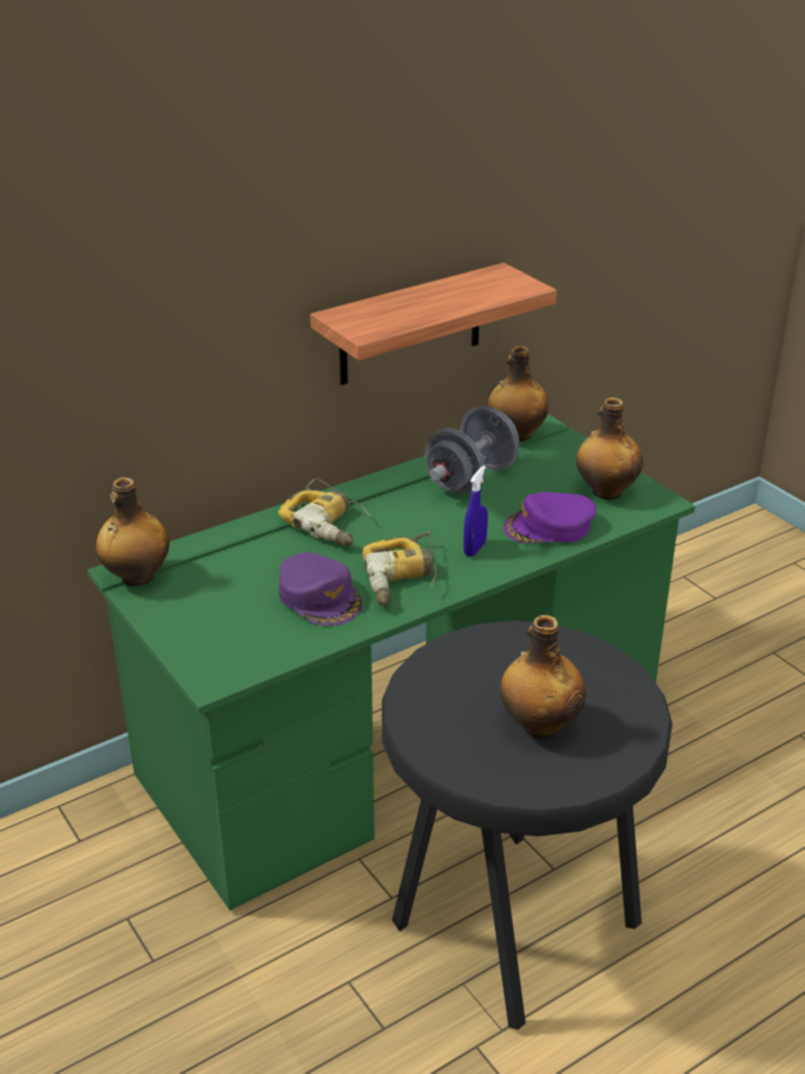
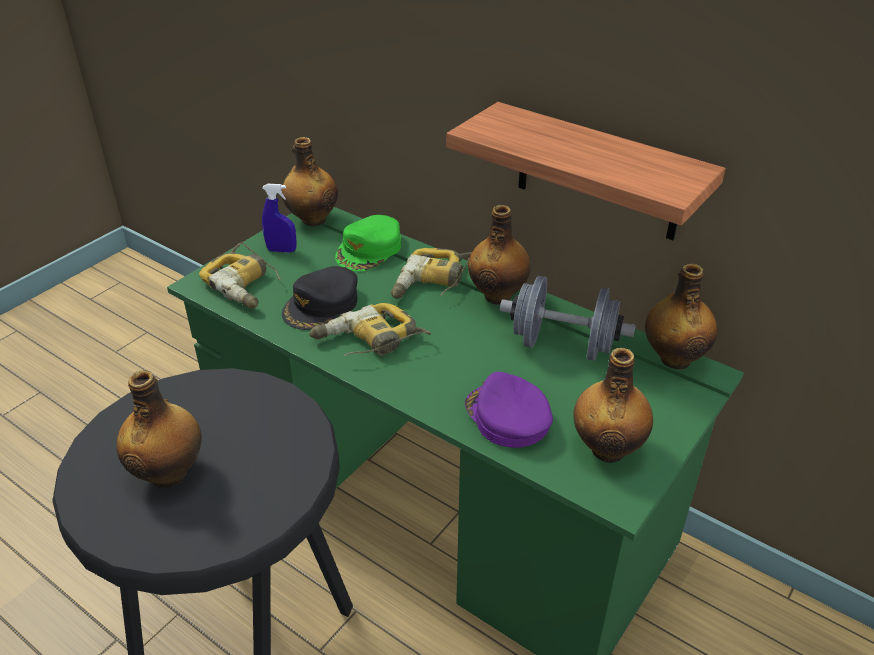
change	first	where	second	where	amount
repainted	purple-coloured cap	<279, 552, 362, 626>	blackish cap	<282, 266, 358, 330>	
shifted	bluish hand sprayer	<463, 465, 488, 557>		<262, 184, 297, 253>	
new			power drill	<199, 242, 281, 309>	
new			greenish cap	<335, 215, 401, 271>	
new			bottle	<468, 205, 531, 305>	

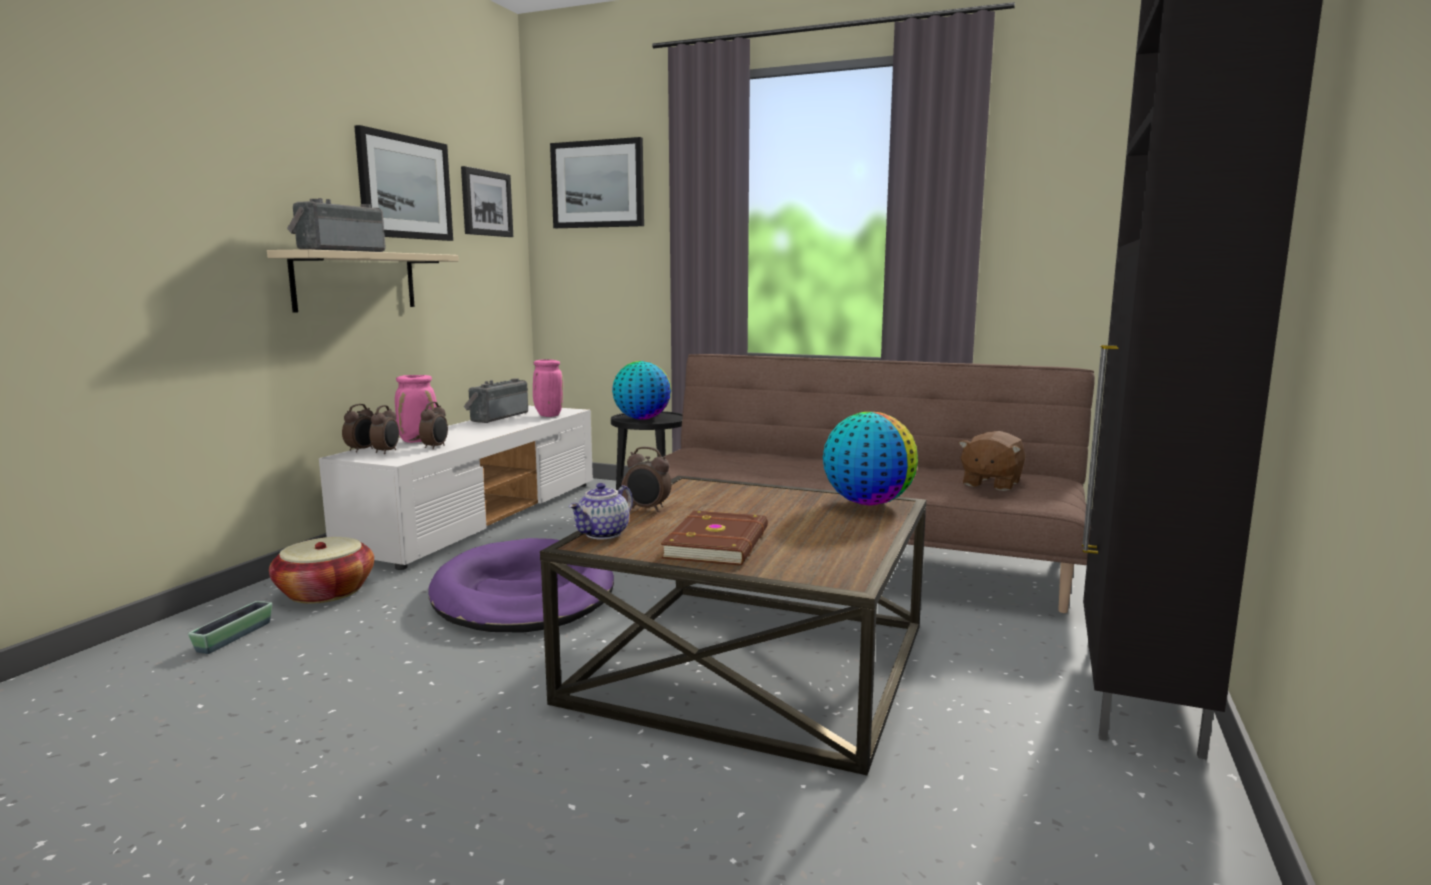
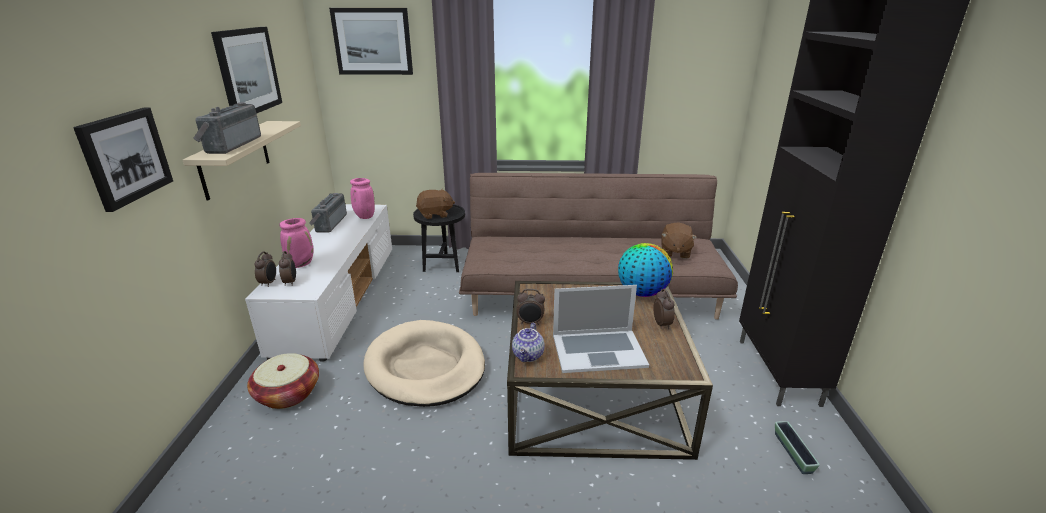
change	first	where	second	where	amount
shifted	planter	<188, 601, 272, 654>		<775, 421, 820, 474>	
shifted	table clock	<419, 402, 448, 449>		<654, 289, 675, 329>	
repainted	purple-coloured dog bed	<428, 538, 614, 632>	sand-coloured dog bed	<363, 320, 485, 407>	
shifted	wall art	<461, 166, 513, 237>		<73, 107, 173, 212>	
swapped	world globe	<612, 361, 671, 420>	brownish plush toy	<416, 189, 455, 219>	
swapped	brownish volume	<661, 510, 768, 565>	laptop	<553, 285, 649, 373>	

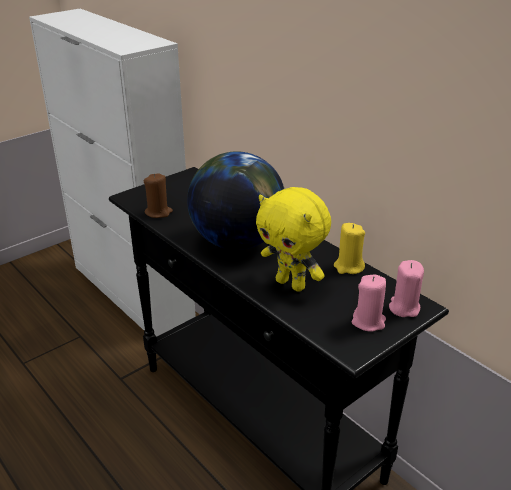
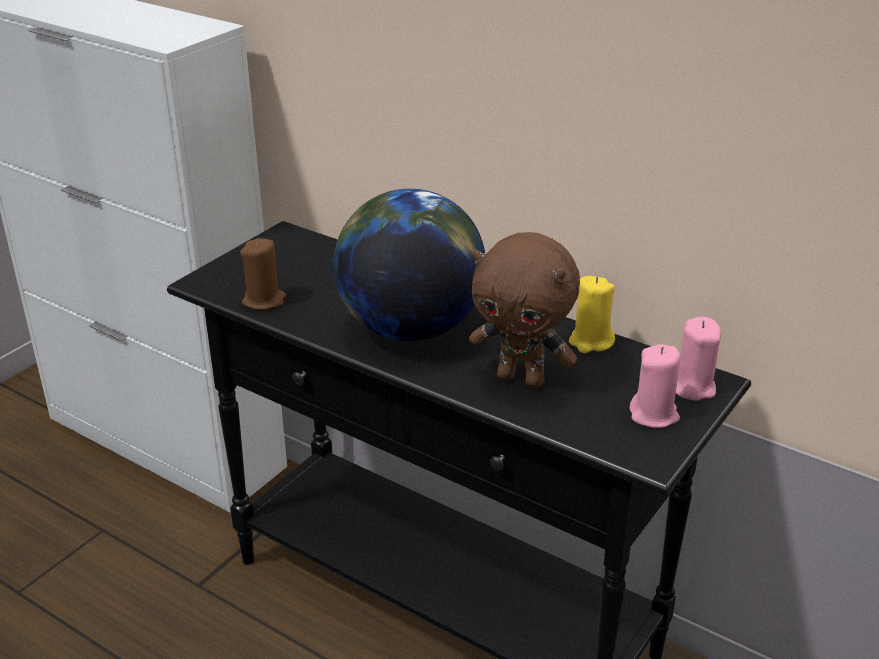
change	first	where	second	where	amount
repainted	yellow-coloured plush toy	<256, 187, 331, 292>	brownish plush toy	<469, 232, 580, 388>	

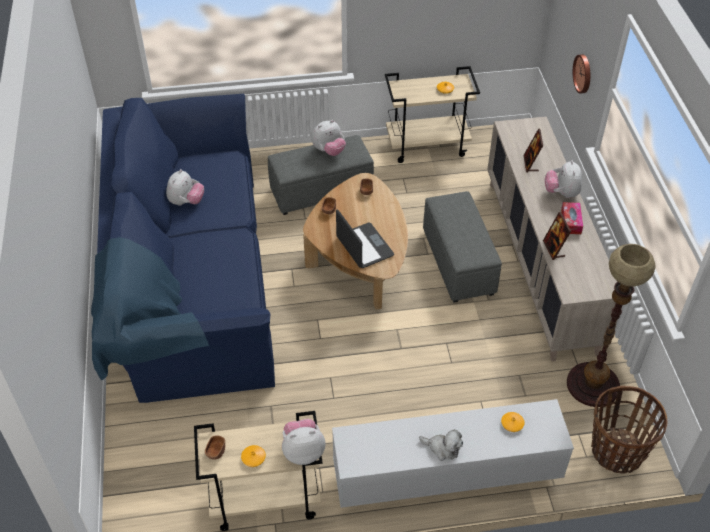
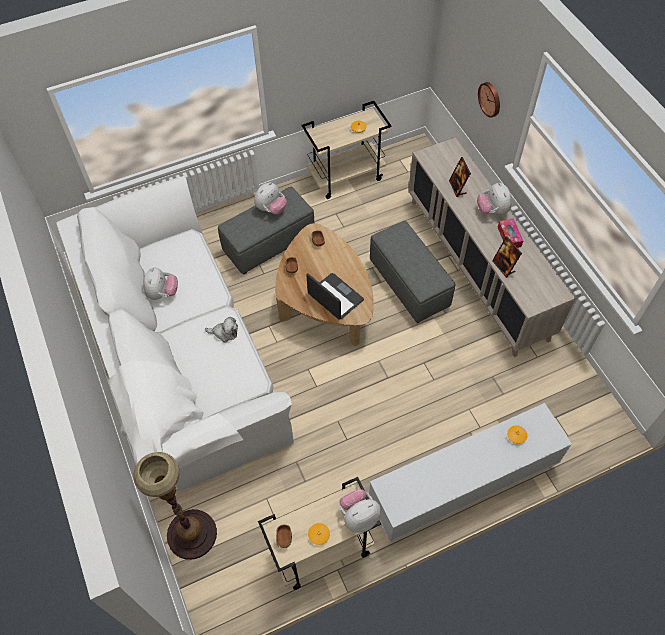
change	first	where	second	where	amount
repainted	bluish sofa	<91, 94, 275, 403>	white sofa	<57, 176, 294, 491>	
shifted	plush toy	<419, 429, 463, 461>		<205, 317, 238, 343>	
shifted	floor lamp	<567, 244, 655, 407>		<133, 452, 217, 560>	
gone	storage basket	<591, 386, 668, 474>			

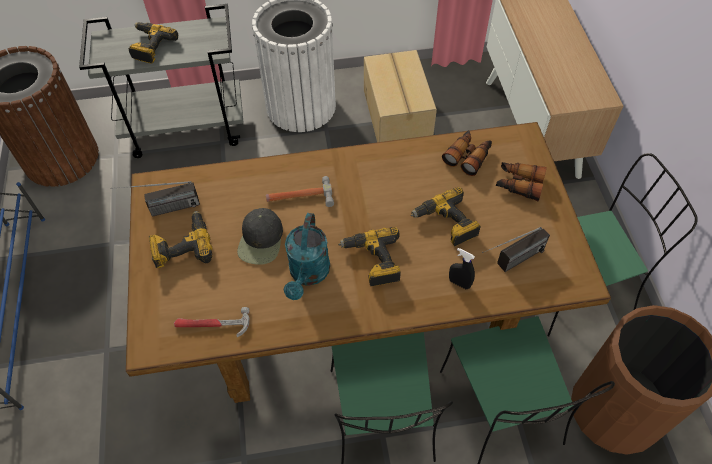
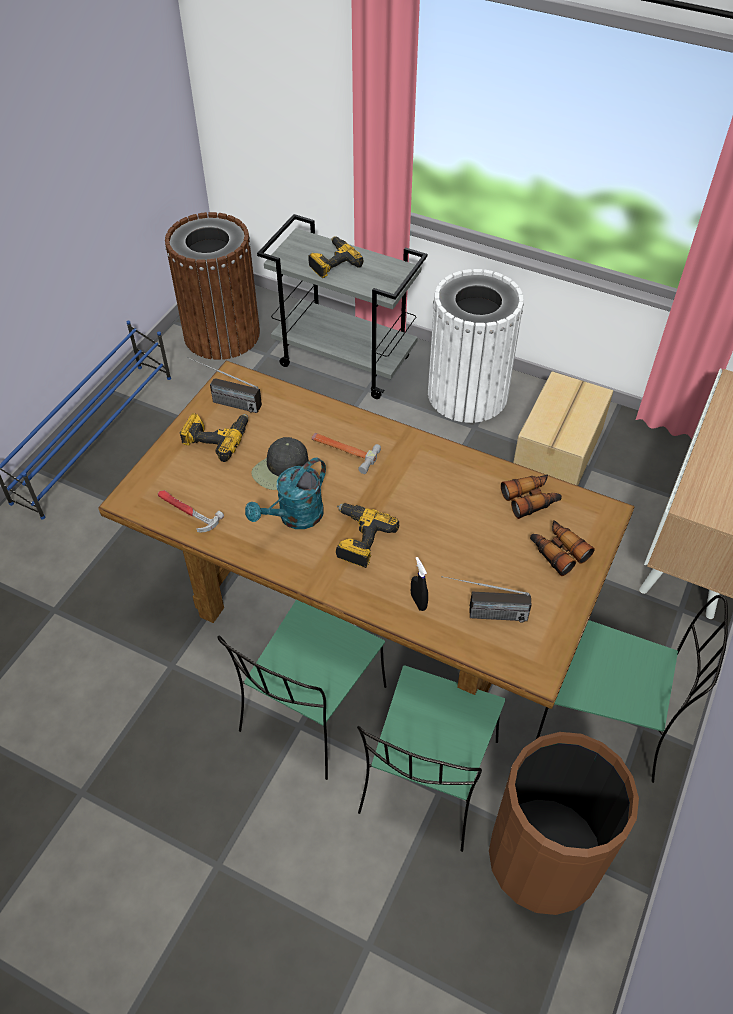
change	first	where	second	where	amount
gone	power drill	<411, 187, 481, 247>			

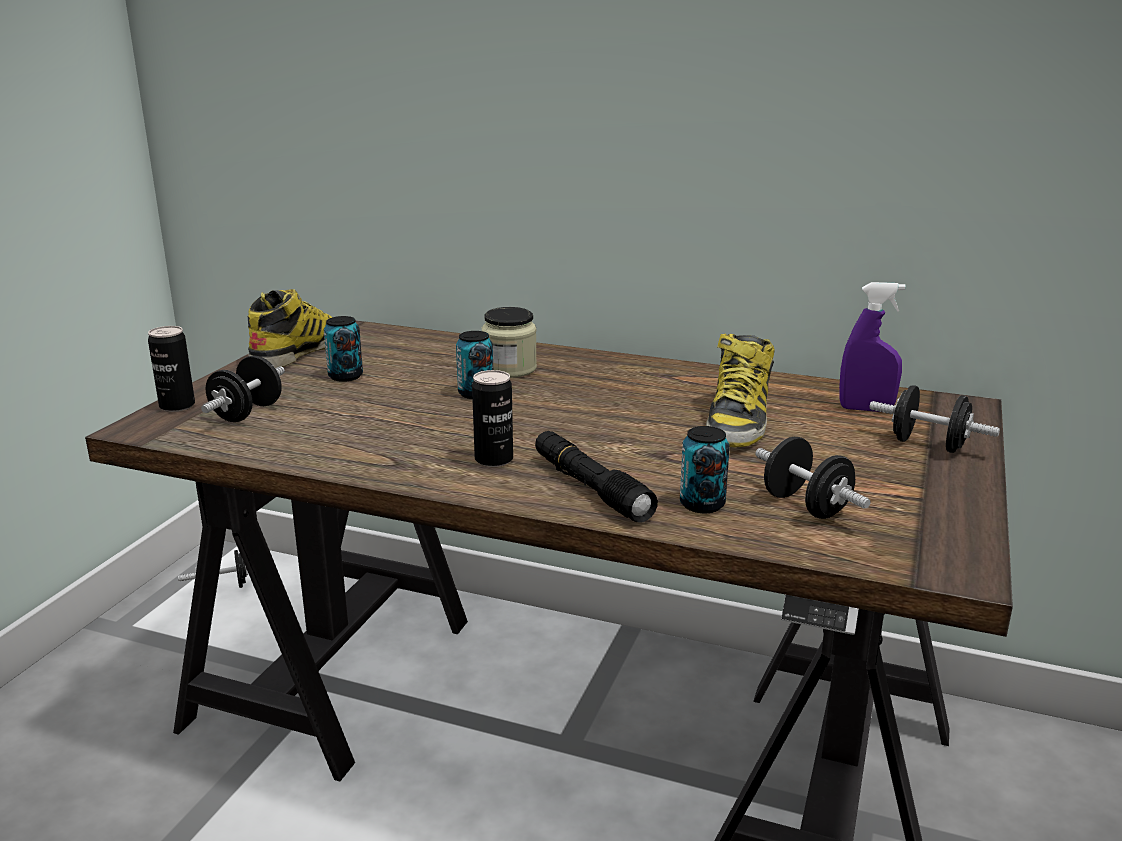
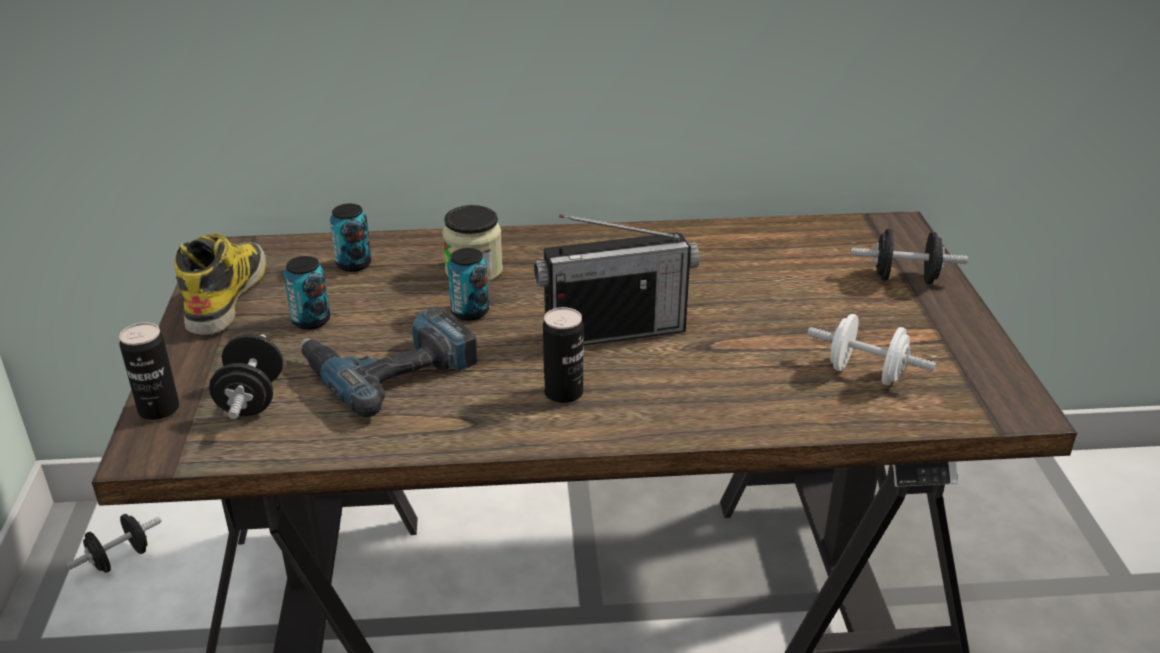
change	first	where	second	where	amount
gone	blackish torch	<535, 431, 658, 522>			
shifted	can	<680, 426, 730, 513>		<330, 204, 372, 272>	
gone	high-top boot	<706, 334, 775, 448>			
repainted	blackish free weight	<755, 437, 871, 519>	white free weight	<807, 314, 936, 385>	
gone	purple-coloured hand sprayer	<839, 282, 906, 412>			
new			power drill	<300, 306, 478, 417>	
new			radio	<534, 215, 700, 345>	

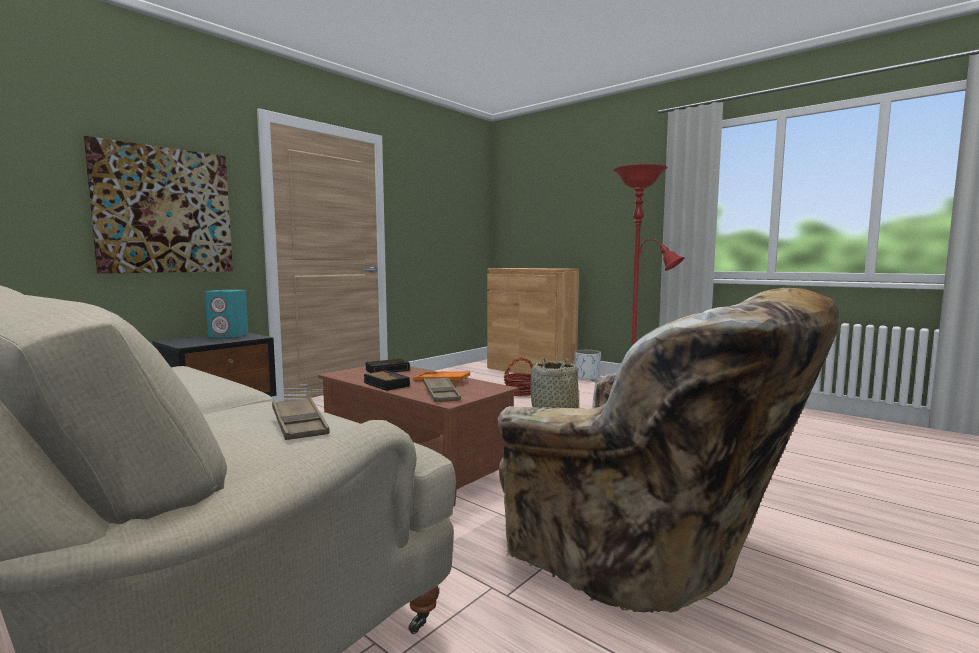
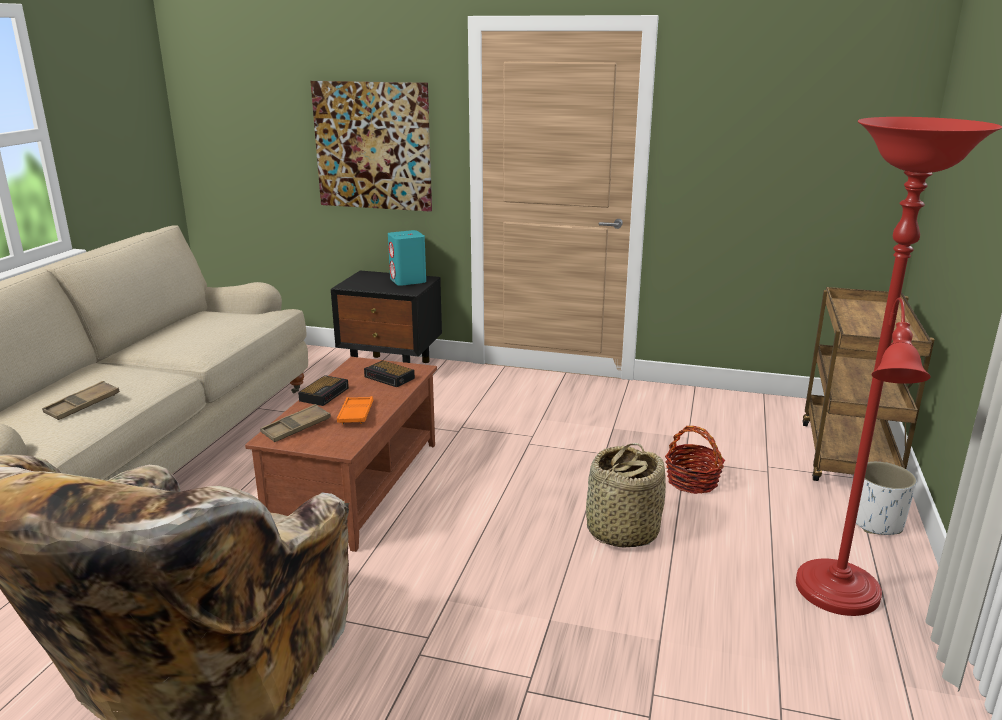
change	first	where	second	where	amount
swapped	brownish cabinet	<487, 268, 579, 374>	brownish wheeled cart	<802, 287, 934, 481>	

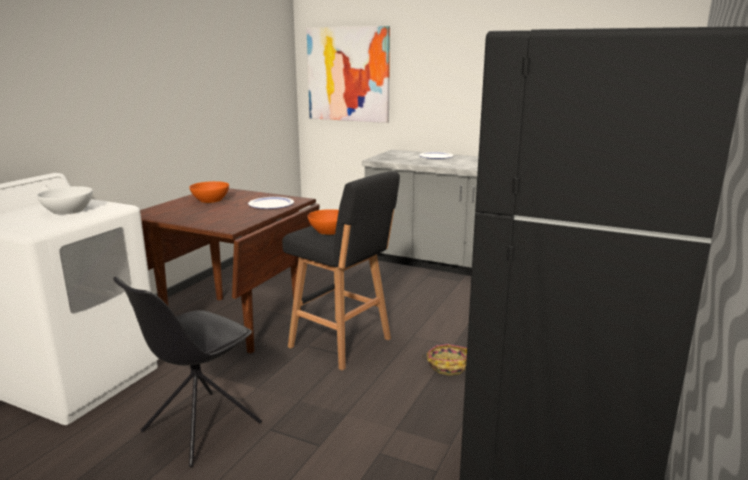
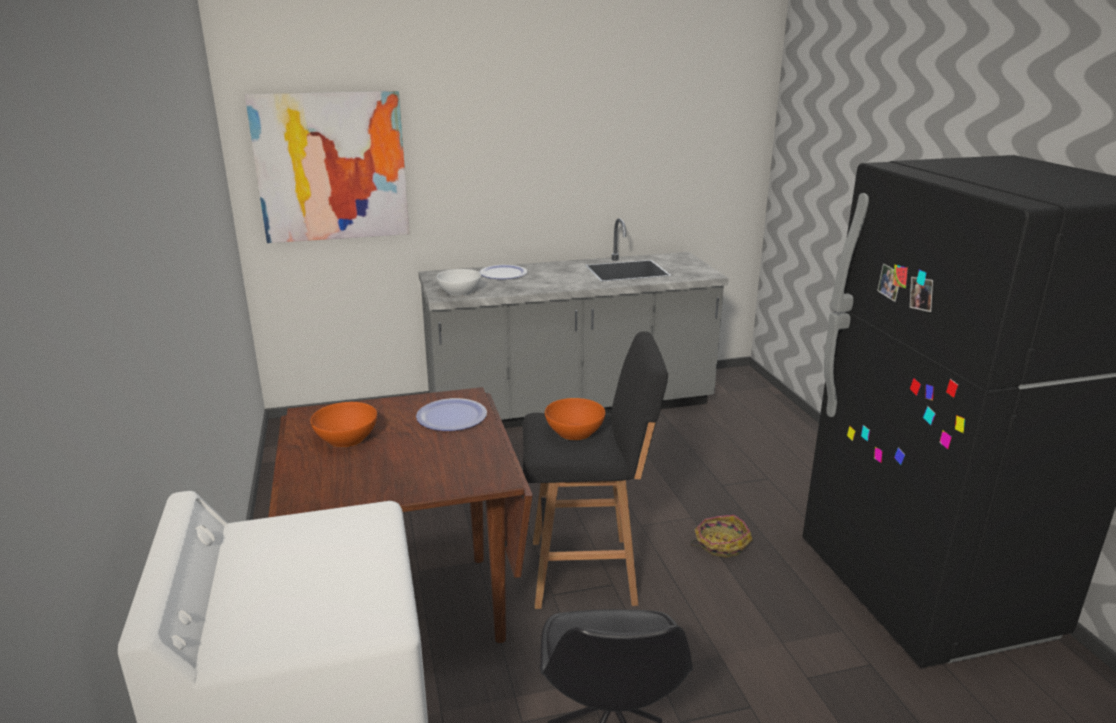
change	first	where	second	where	amount
shifted	white deep dish	<37, 186, 93, 215>		<436, 269, 481, 296>	

